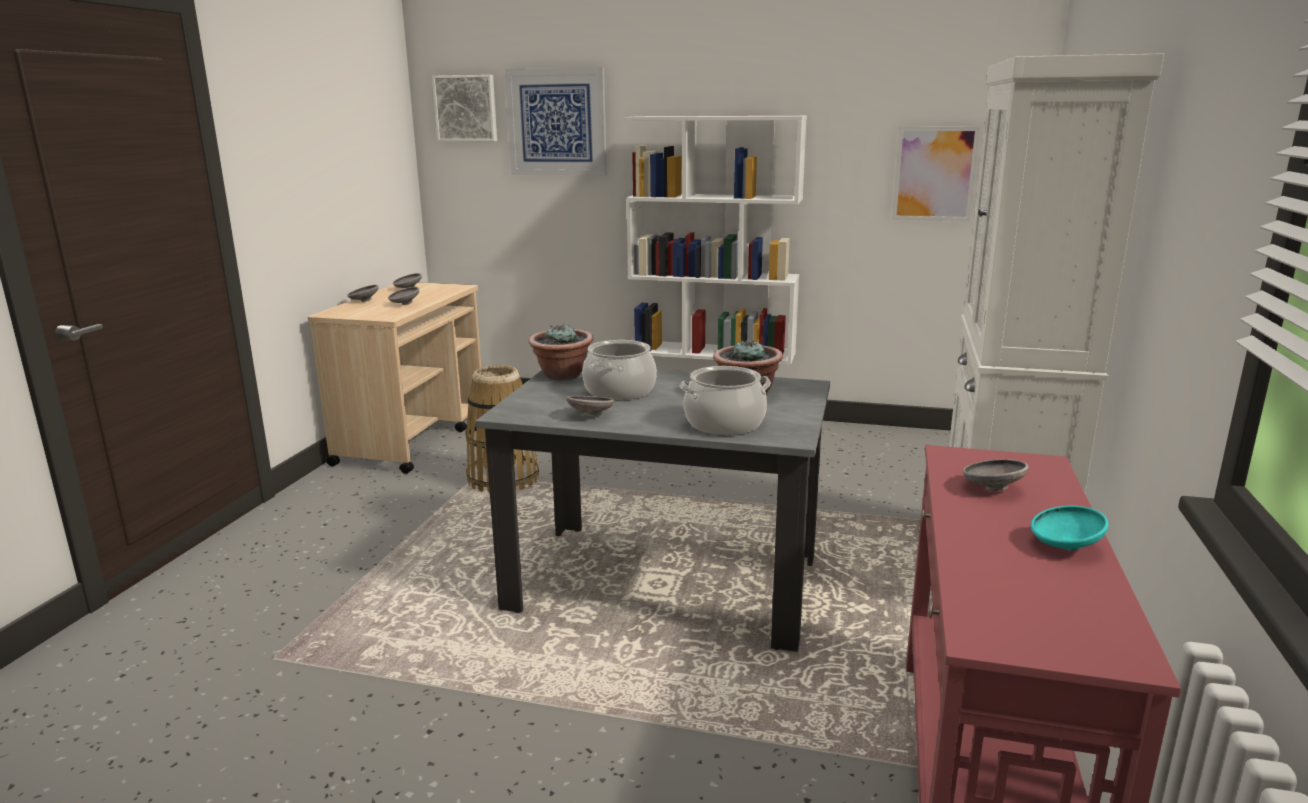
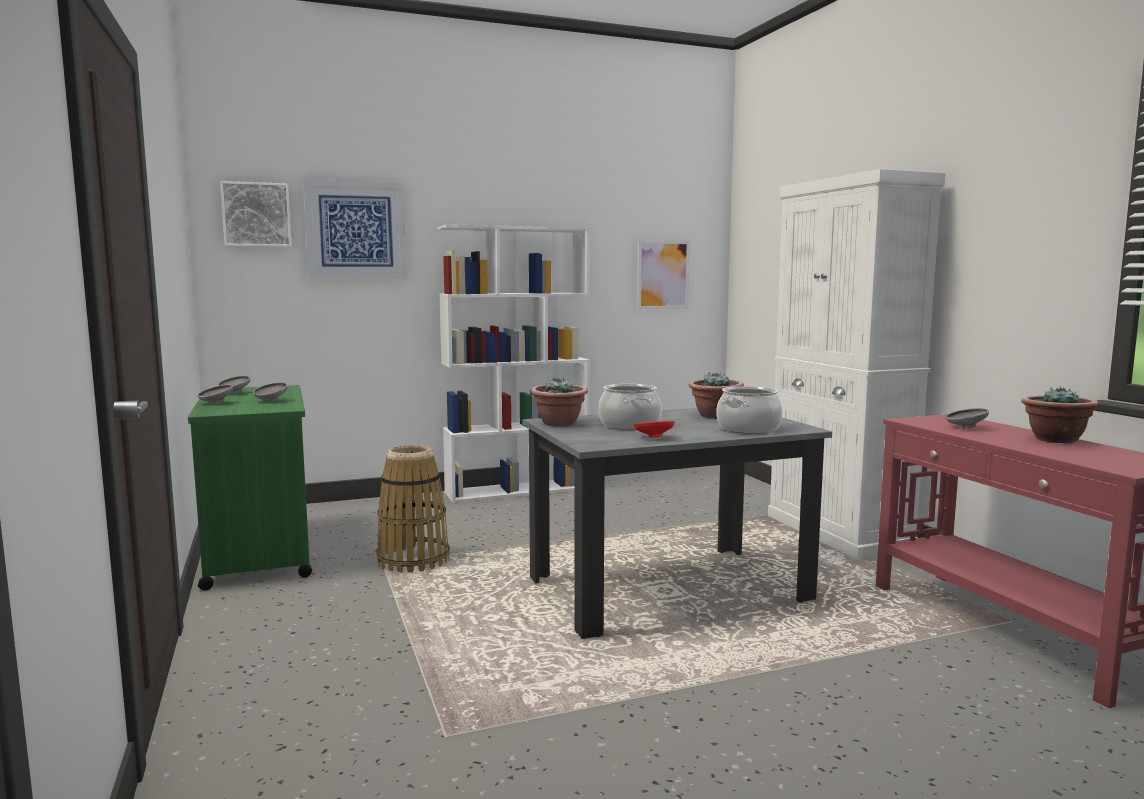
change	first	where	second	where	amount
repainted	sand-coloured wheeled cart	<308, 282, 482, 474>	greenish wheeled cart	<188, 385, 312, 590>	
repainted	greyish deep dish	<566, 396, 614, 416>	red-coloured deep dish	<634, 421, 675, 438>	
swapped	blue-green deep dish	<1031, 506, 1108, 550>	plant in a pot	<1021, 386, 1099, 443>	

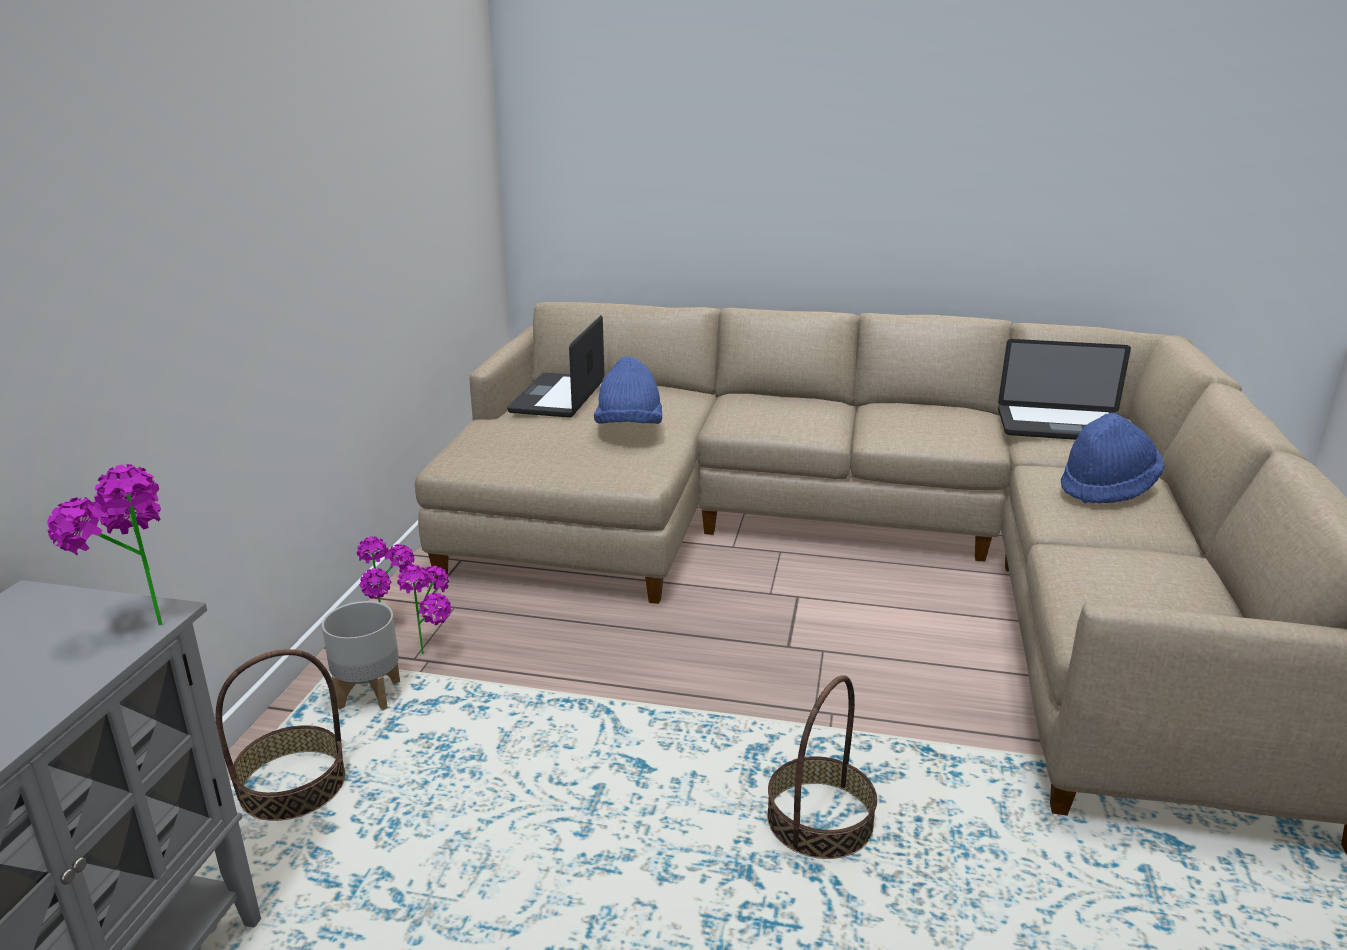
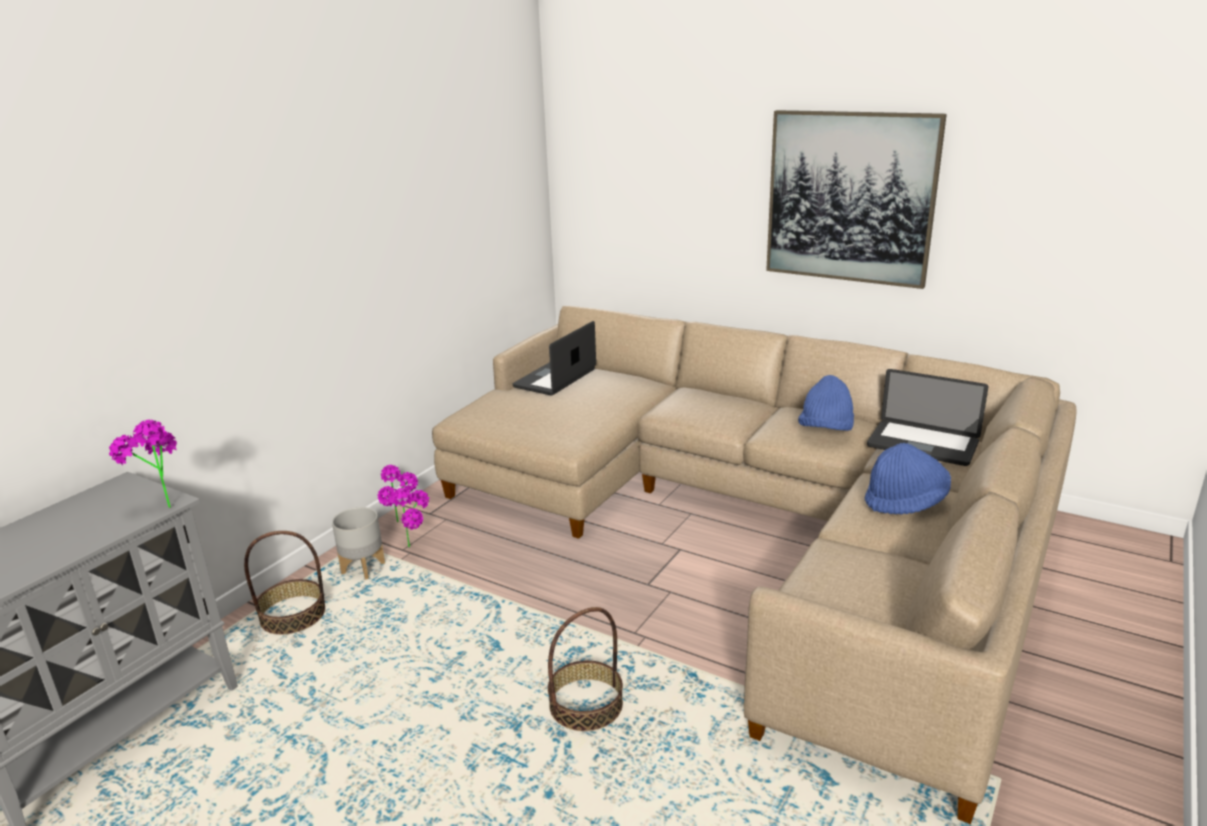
change	first	where	second	where	amount
shifted	bluish hat	<594, 357, 663, 424>		<798, 375, 854, 431>	
new			wall art	<766, 110, 947, 289>	

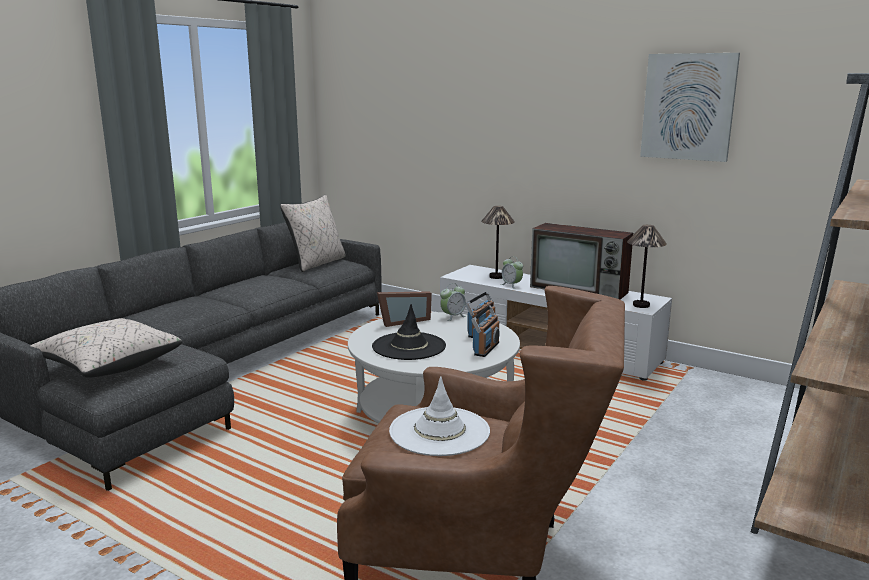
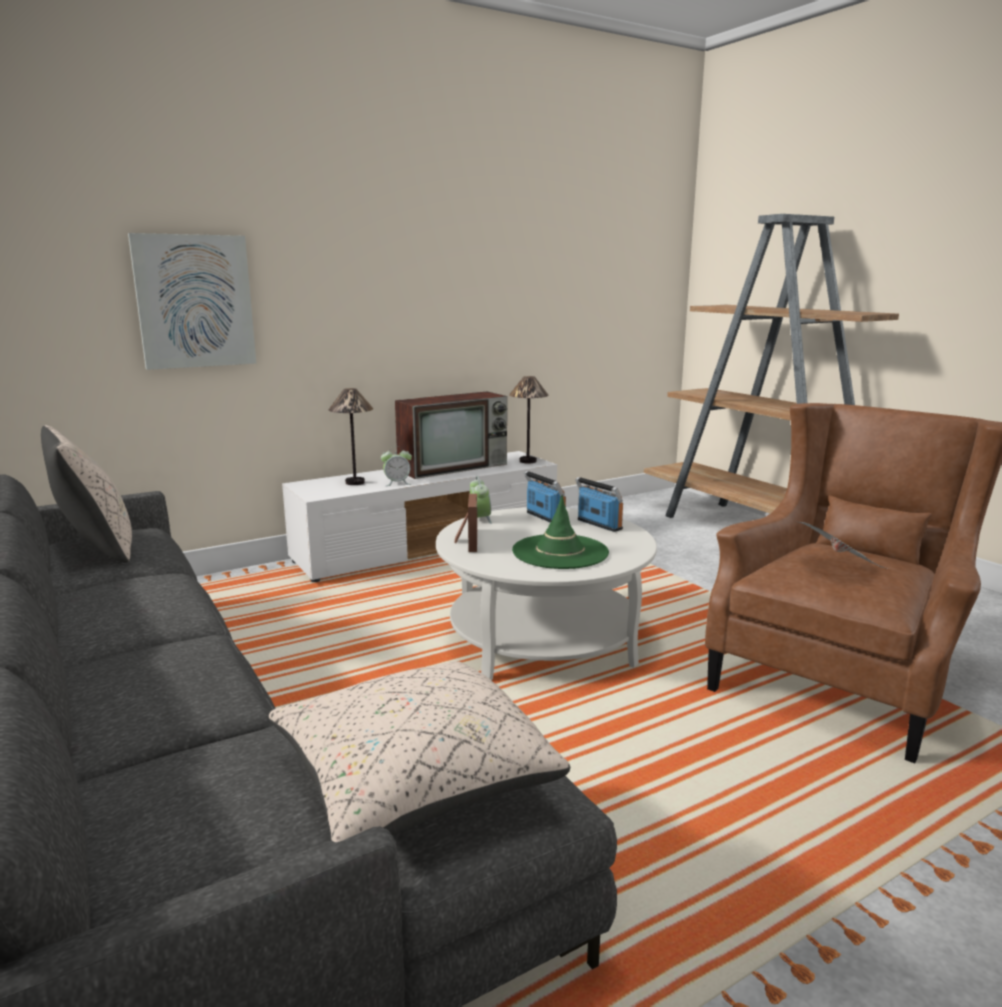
change	first	where	second	where	amount
repainted	blackish hat	<372, 304, 446, 360>	greenish hat	<512, 495, 609, 569>	
swapped	white hat	<389, 376, 490, 456>	daily paper	<799, 522, 889, 569>	
shifted	wall art	<640, 53, 740, 162>		<128, 233, 256, 370>	

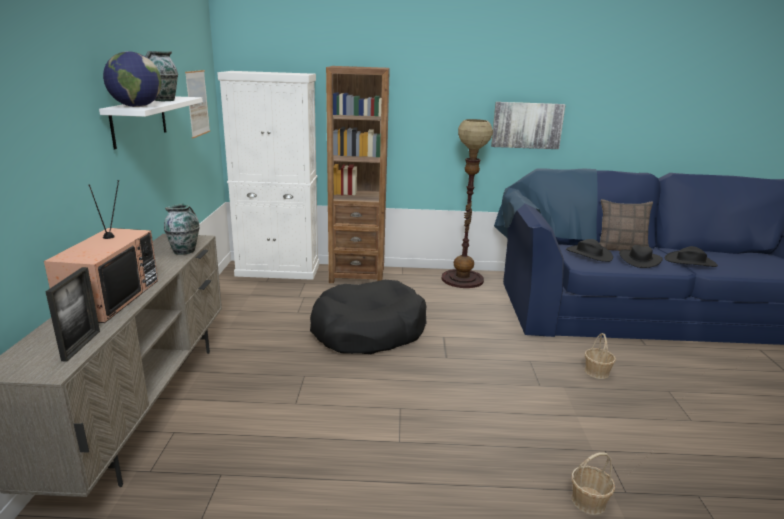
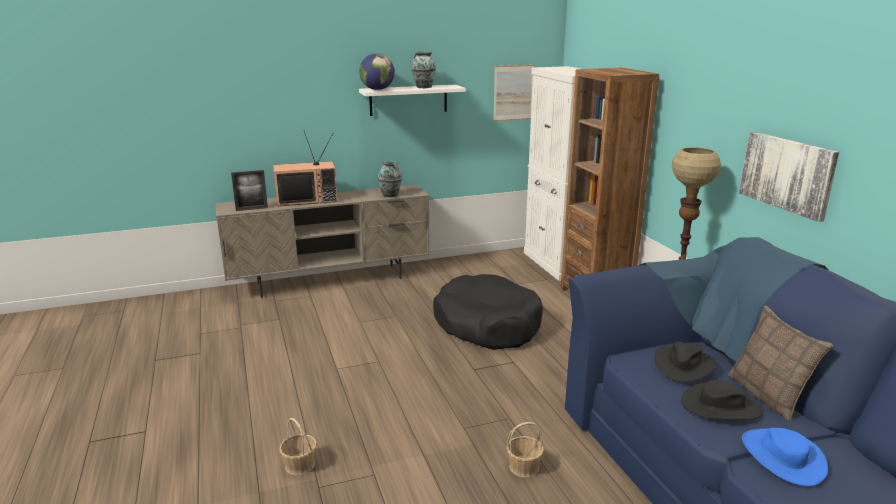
change	first	where	second	where	amount
repainted	blackish hat	<665, 246, 718, 267>	bluish hat	<742, 428, 828, 487>	

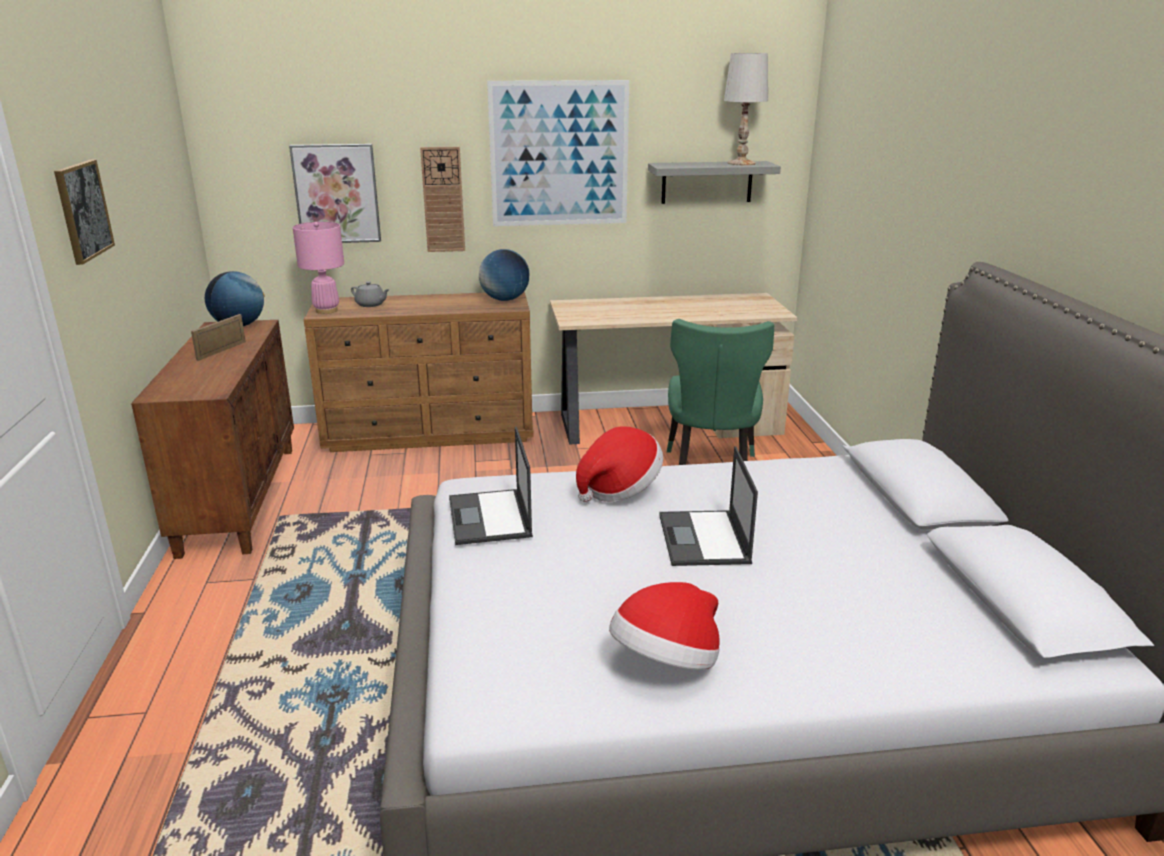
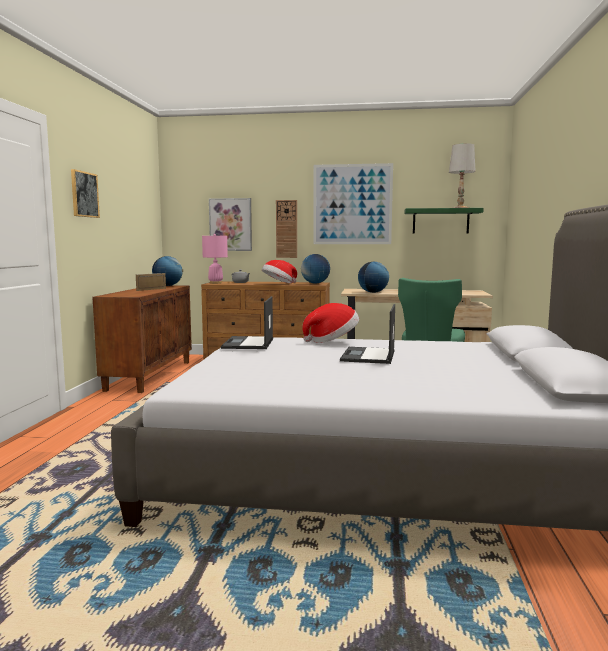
change	first	where	second	where	amount
shifted	hat	<609, 582, 720, 670>		<262, 260, 297, 284>	
repainted	greyish shelf	<648, 161, 781, 204>	greenish shelf	<404, 208, 484, 234>	
new			world globe	<358, 262, 389, 293>	

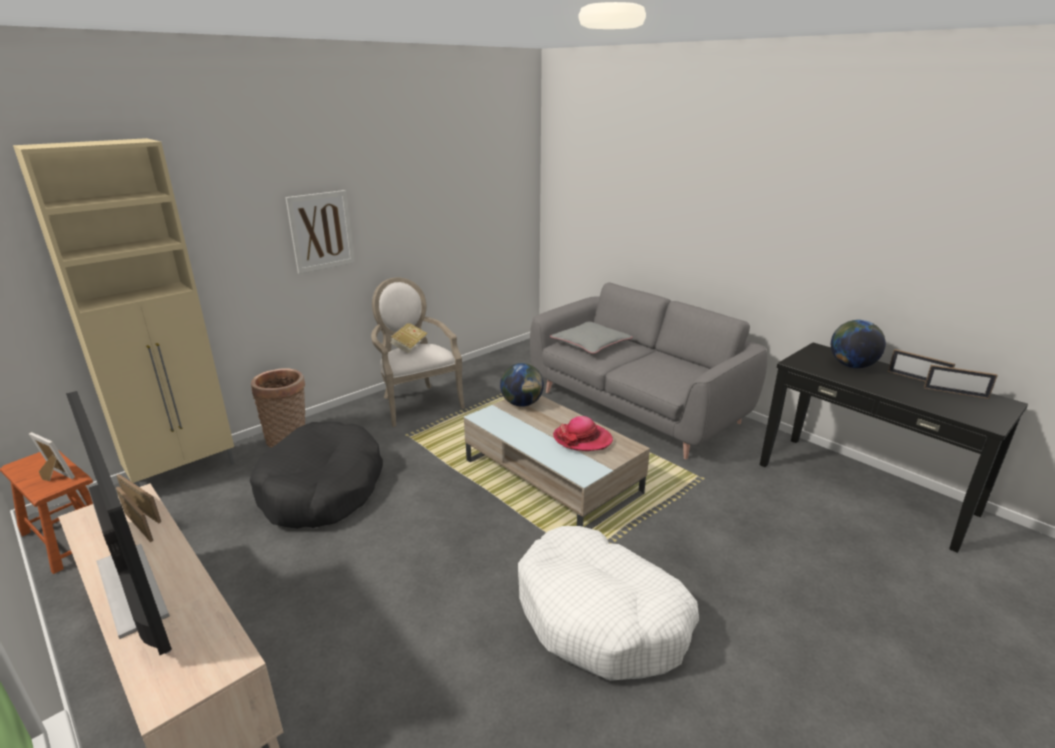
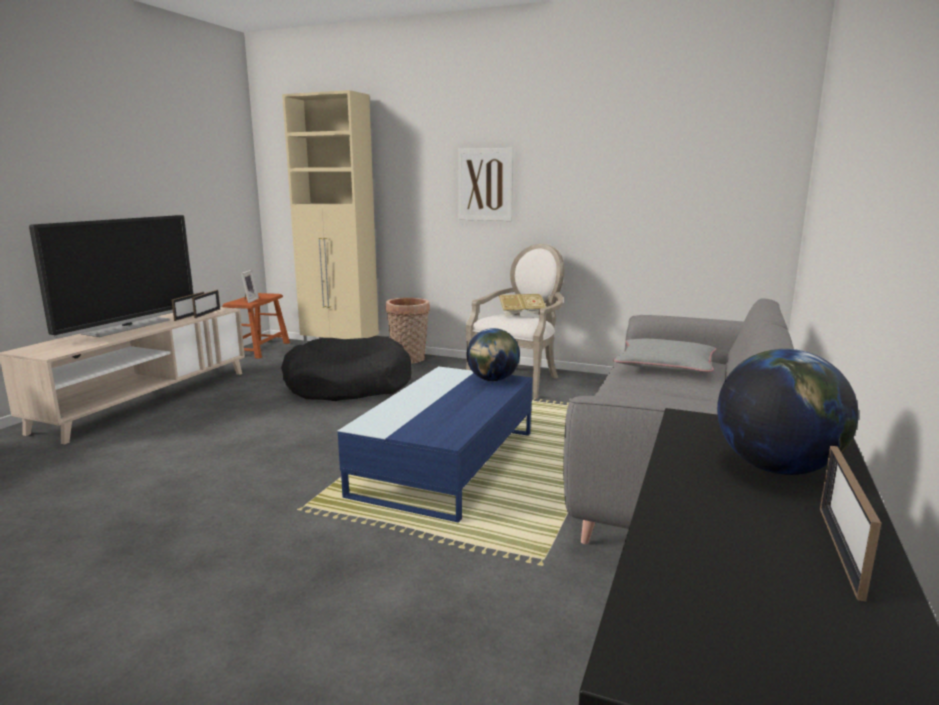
change	first	where	second	where	amount
repainted	sand-coloured lounge table	<464, 396, 650, 529>	bluish lounge table	<338, 366, 532, 523>	
gone	white dog bed	<518, 526, 699, 681>			
gone	hat	<553, 416, 613, 451>			
gone	photo frame	<924, 365, 998, 399>			

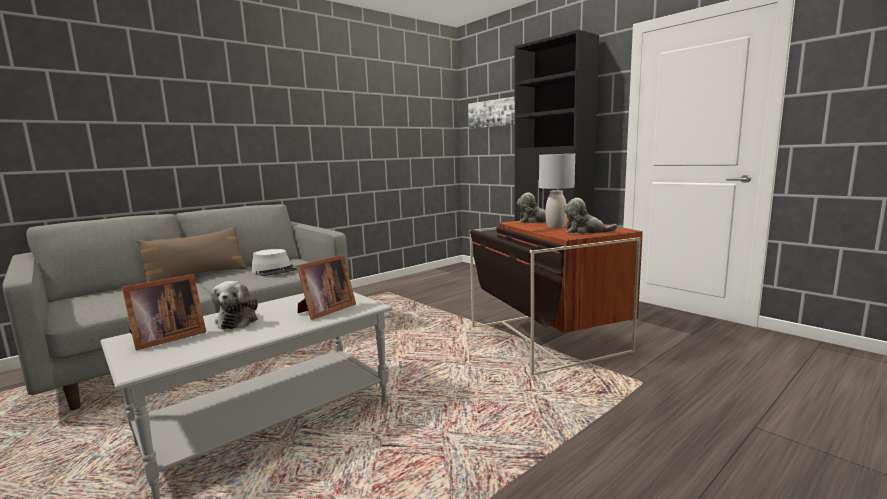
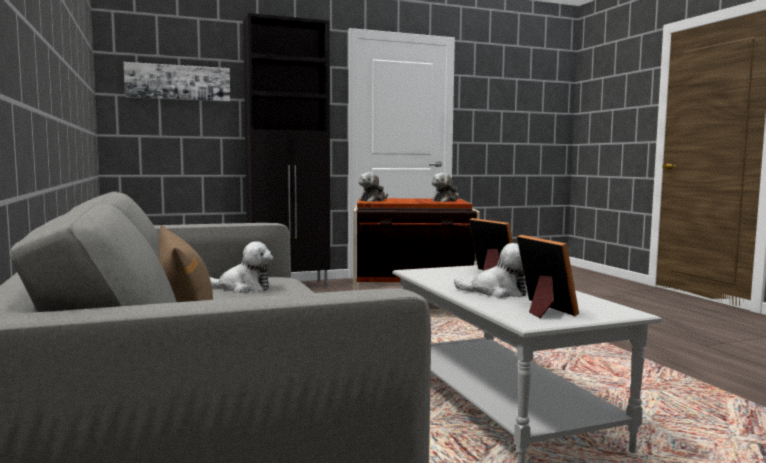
change	first	where	second	where	amount
swapped	greyish hat	<252, 249, 297, 276>	plush toy	<210, 241, 273, 293>	
gone	greyish lamp for a table	<539, 154, 575, 228>			

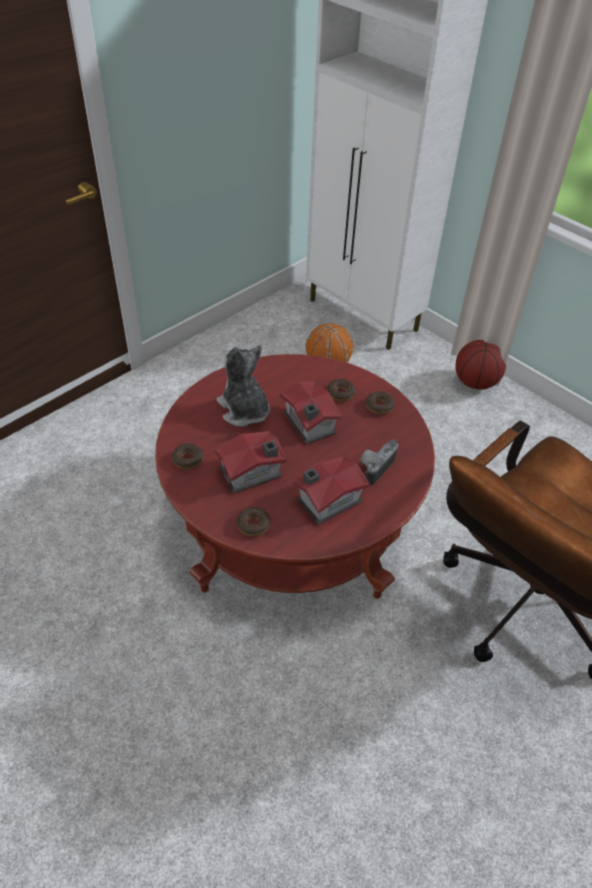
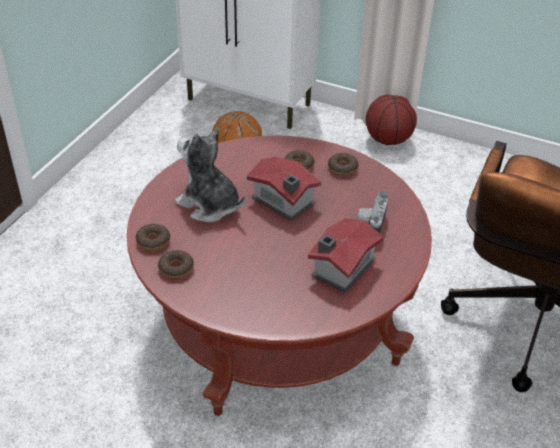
change	first	where	second	where	amount
gone	model house	<214, 431, 287, 493>			
shifted	donut	<237, 507, 271, 537>		<136, 224, 170, 251>	

